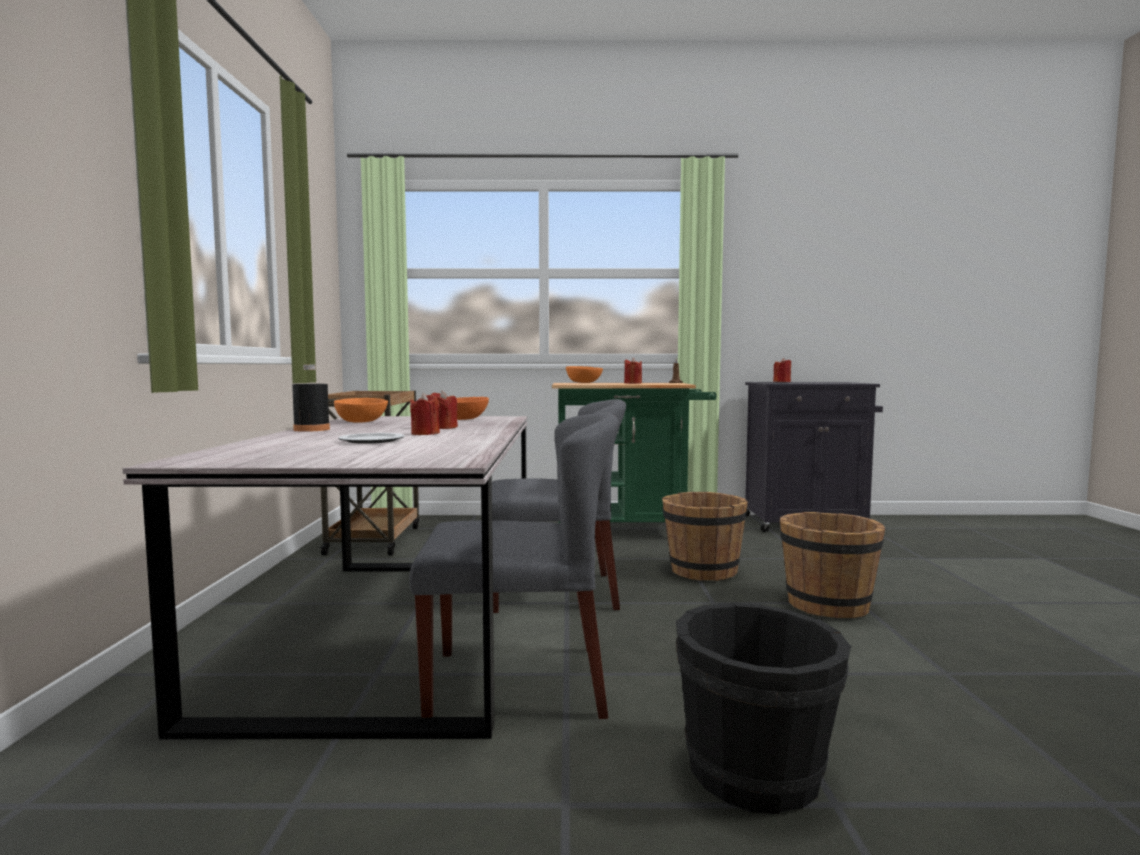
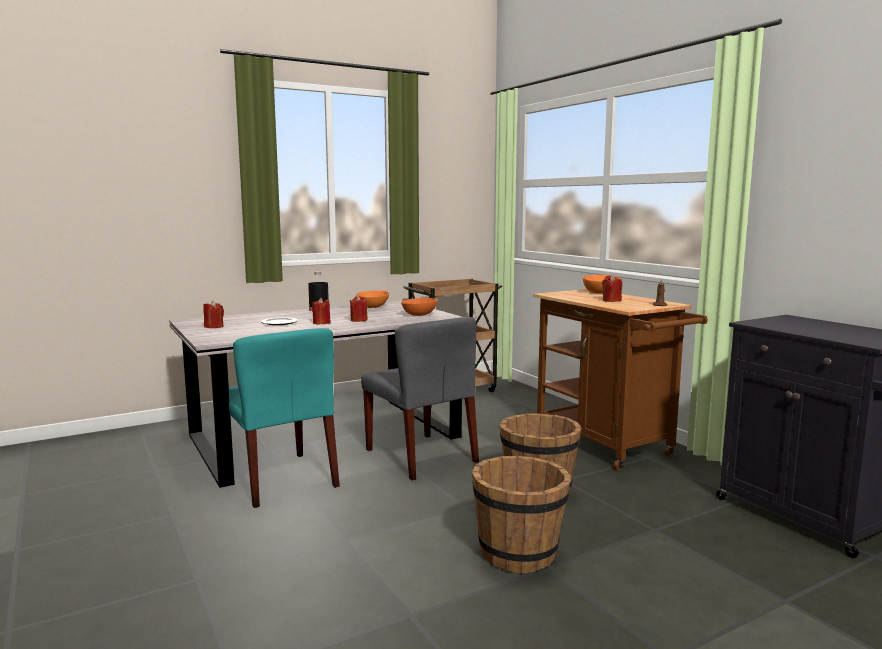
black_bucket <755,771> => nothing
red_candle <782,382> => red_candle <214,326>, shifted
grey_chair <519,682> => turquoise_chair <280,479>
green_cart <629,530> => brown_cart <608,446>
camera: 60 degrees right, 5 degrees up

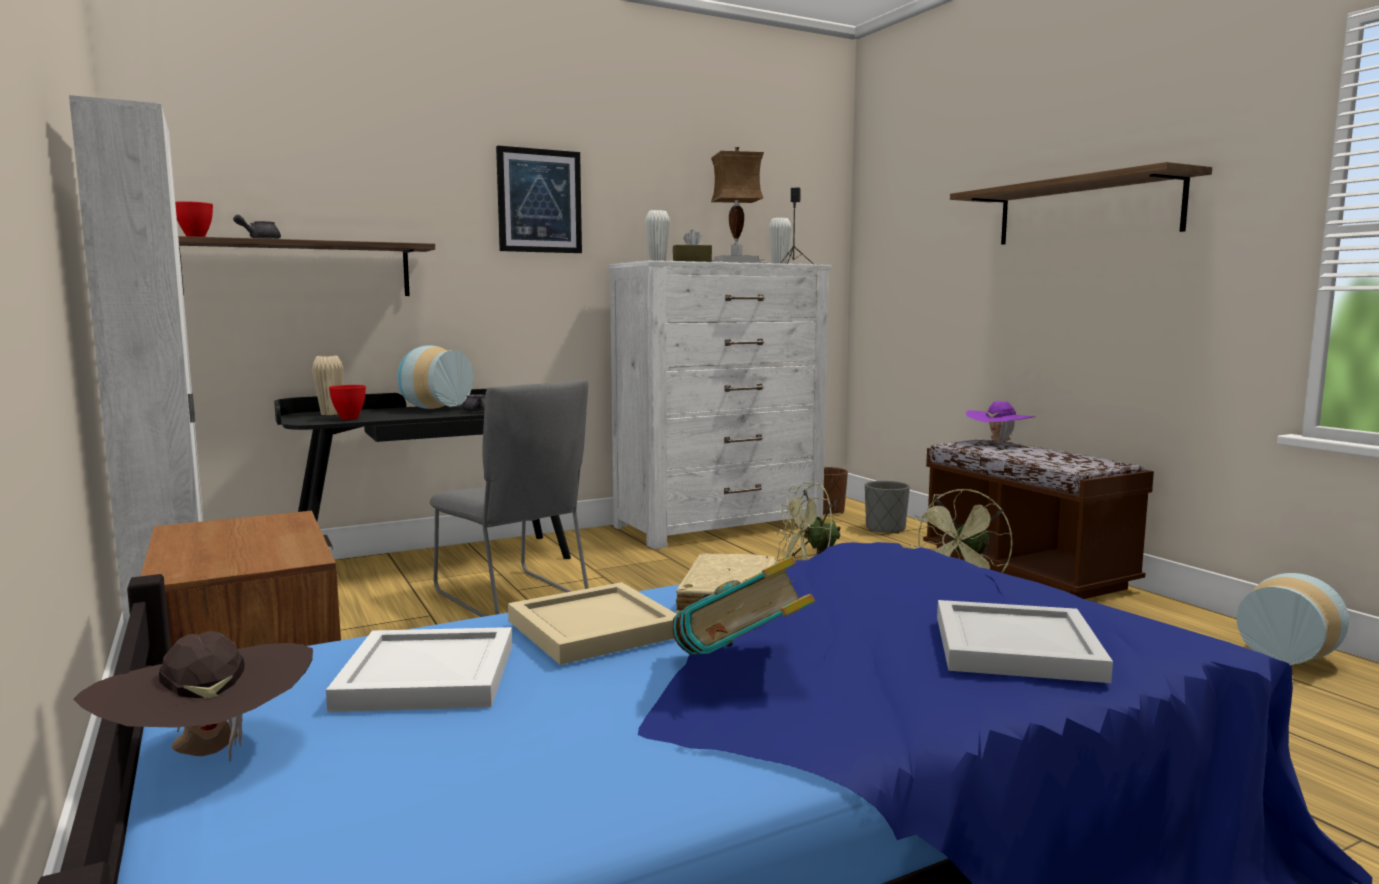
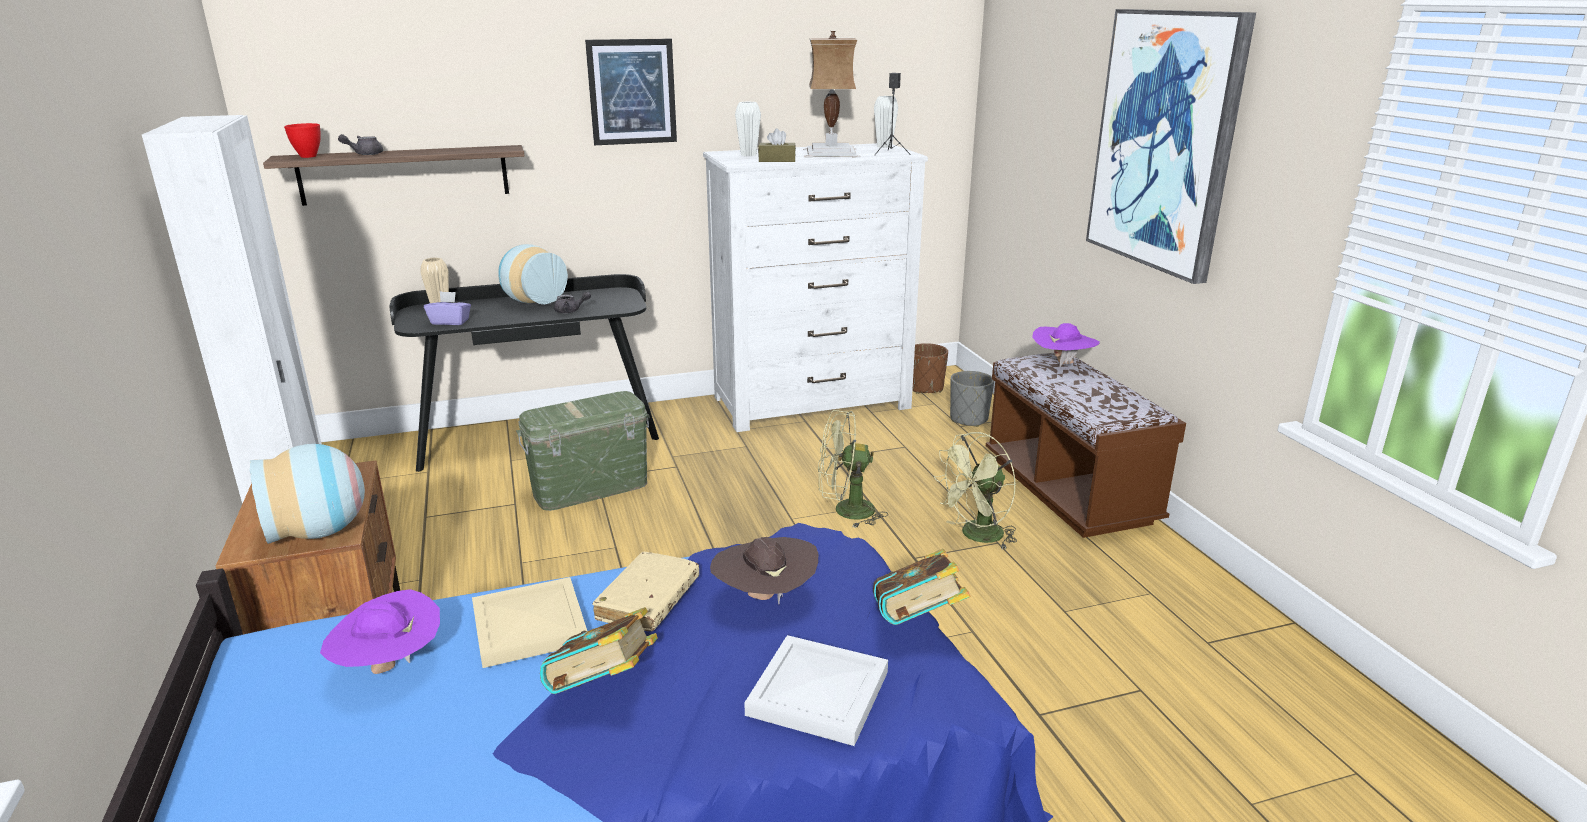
nothing => book <918,622>
brown_hat <209,754> => brown_hat <765,598>, shifted
vase <1290,657> => vase <320,532>, shifted
white_tray <425,675> => purple_hat <389,667>
red_bowl <348,419> => purple_tissue_box <450,322>
grey_chair <514,598> => green_storage_box <590,488>
shelf <1086,211> => picture <1165,141>
camera: 10 degrees right, 15 degrees up

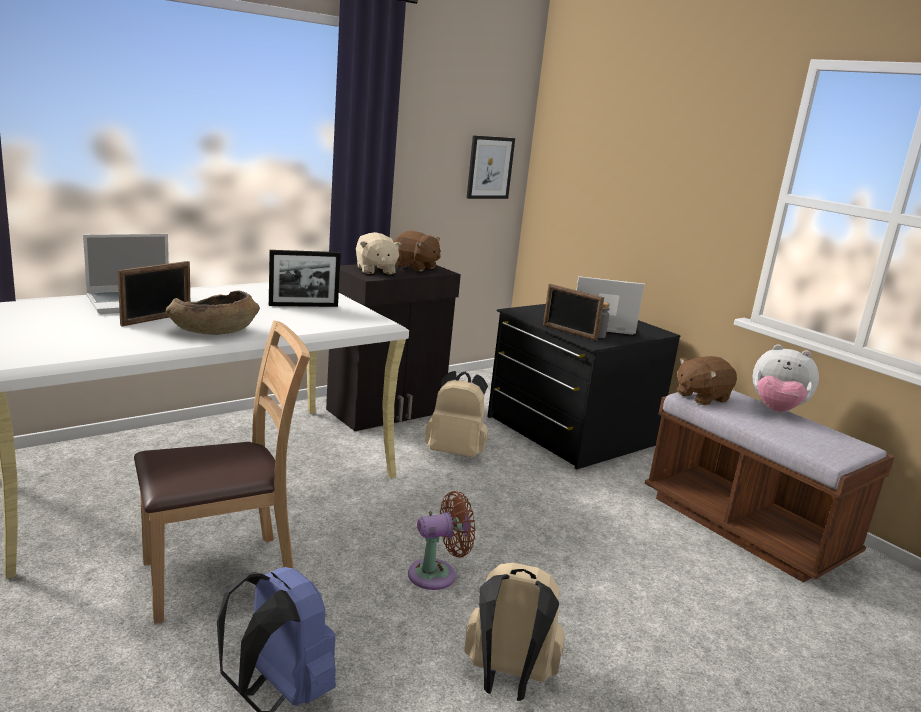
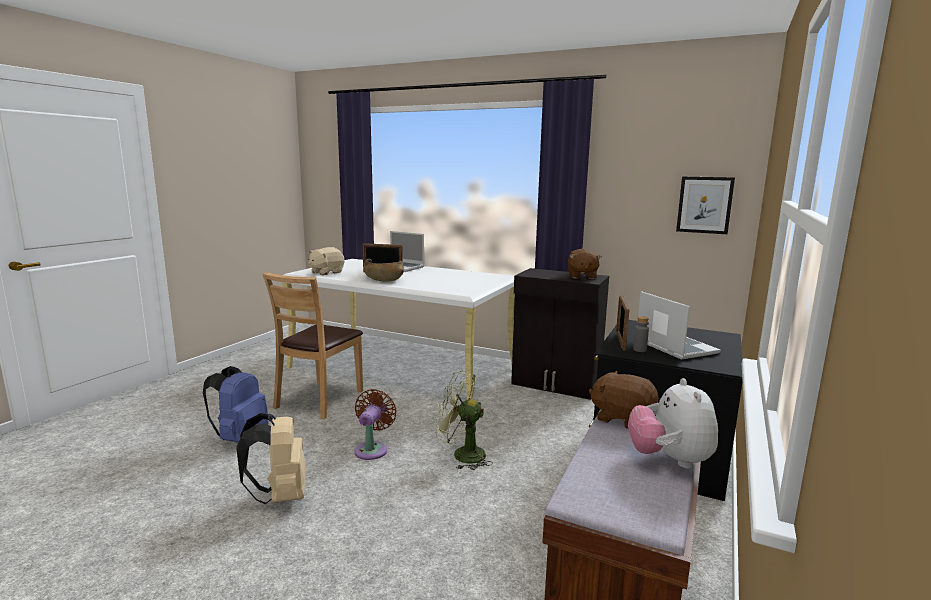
picture_frame <303,305> => nothing
beige_backpack <455,452> => nothing
nothing => green_fan <461,455>
beige_plush_toy <375,270> => beige_plush_toy <326,272>, shifted
brown_chair <221,577> => brown_chair <319,400>, 75 degrees clockwise
brown_fan <437,574> => brown_fan <372,449>, 120 degrees counterclockwise
camera: 65 degrees right, 5 degrees down

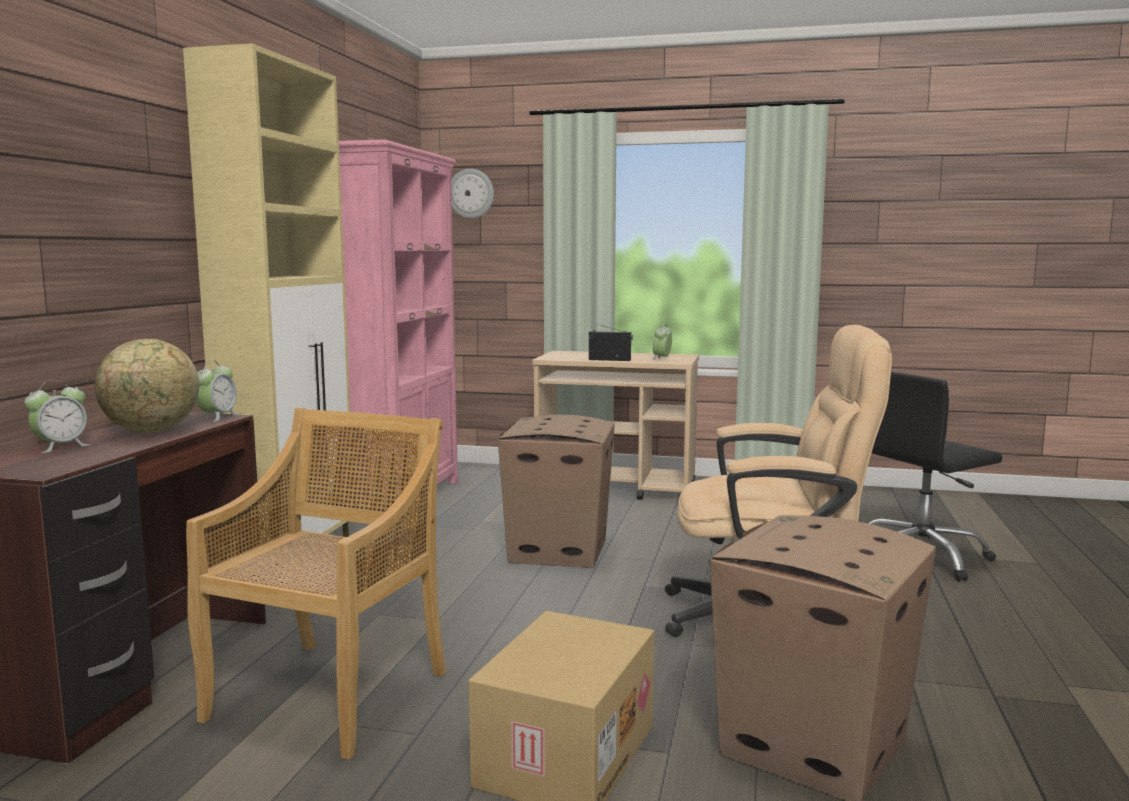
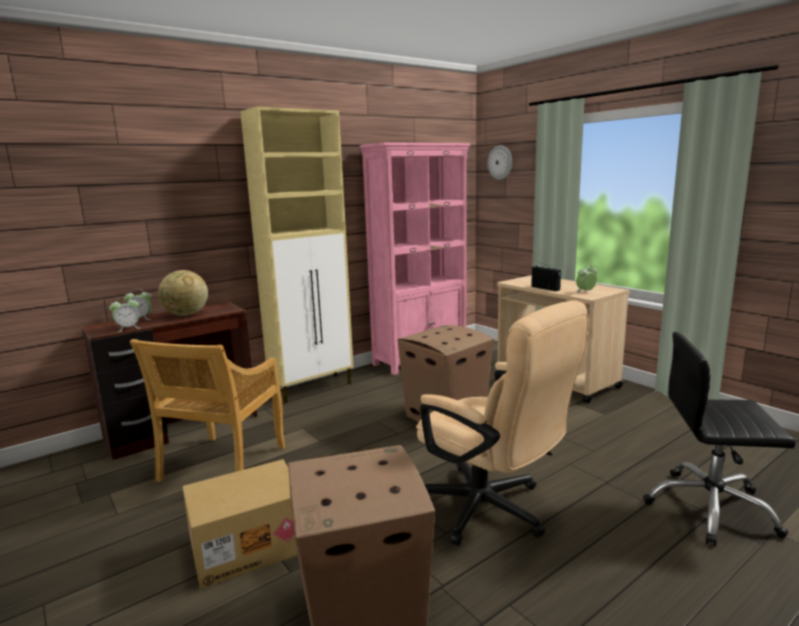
alarm_clock <217,417> => alarm_clock <128,328>, shifted
beige_chair <330,694> => beige_chair <222,465>, 135 degrees clockwise
camera: 40 degrees right, 5 degrees up

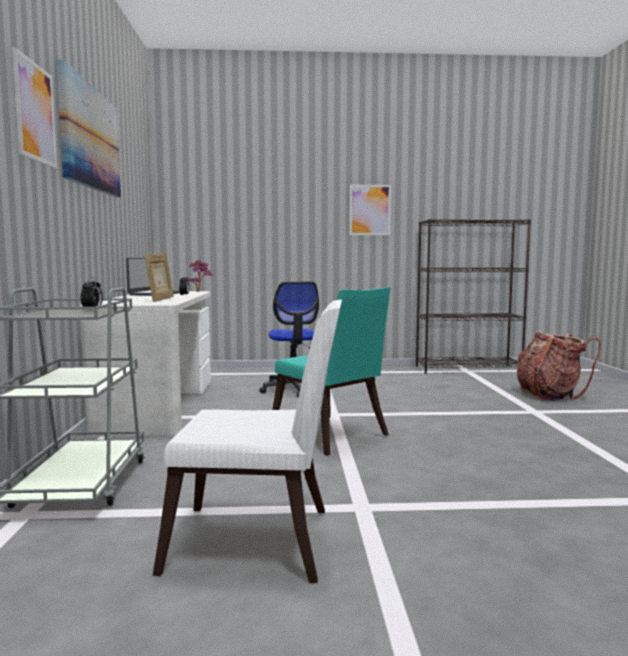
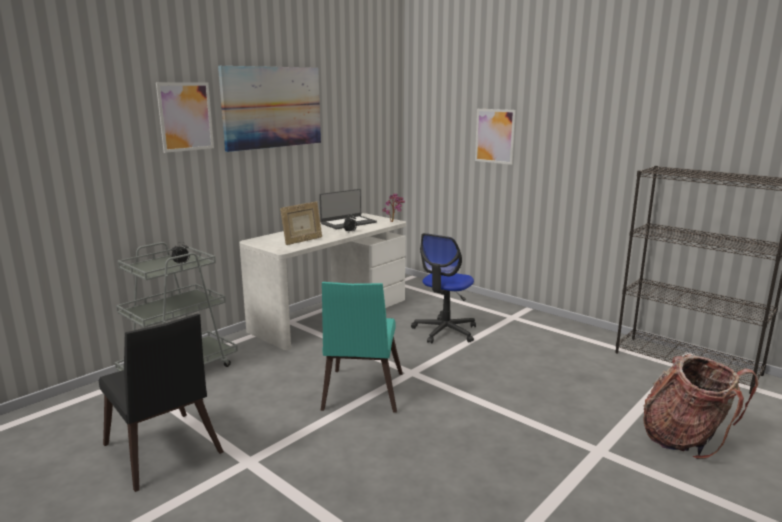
picture <370,210> => picture <495,136>, shifted
white_chair <260,543> => black_chair <164,454>
camera: 45 degrees right, 10 degrees up

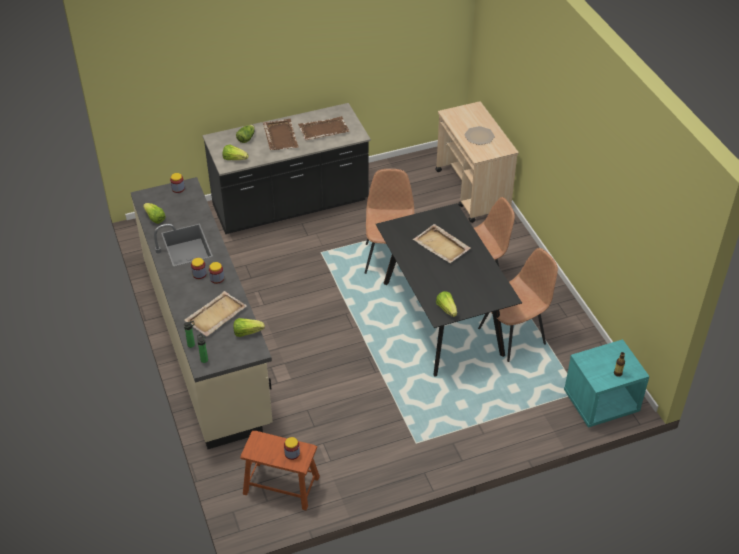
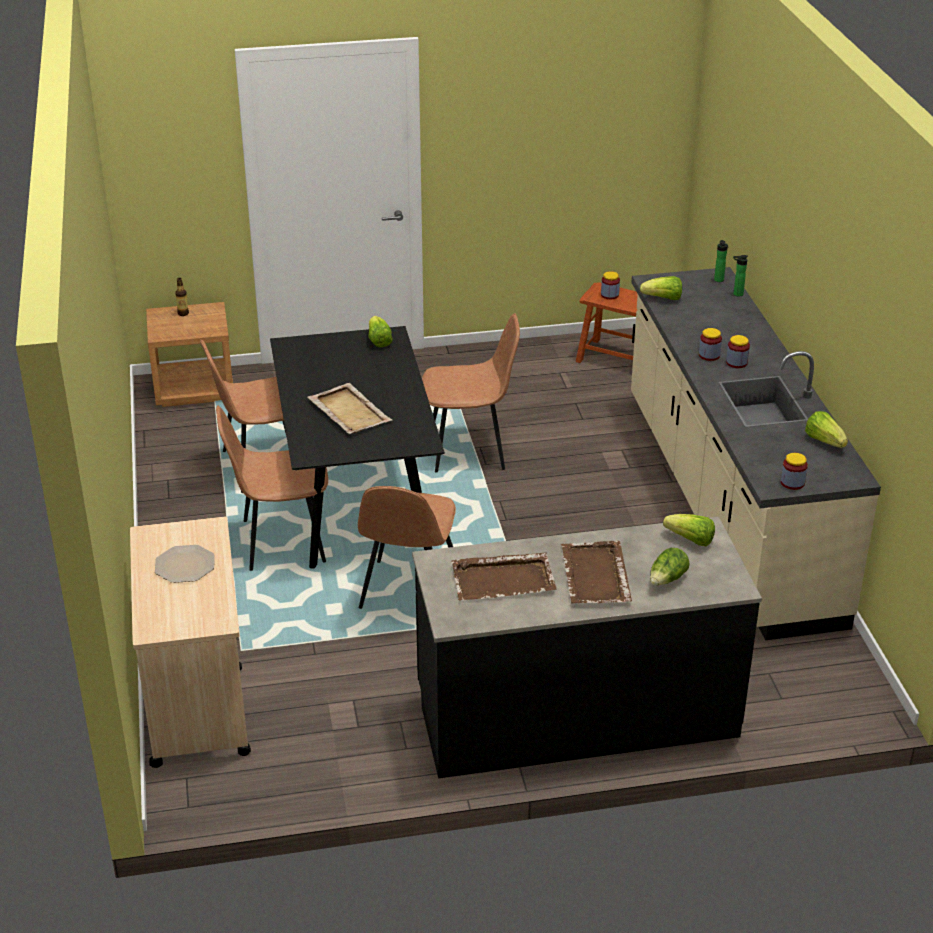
beige_tray <215,315> => nothing
nothing => brown_chair <469,449>
turquoise_nightstand <600,403> => brown_nightstand <194,388>
camera: 170 degrees left, 10 degrees down

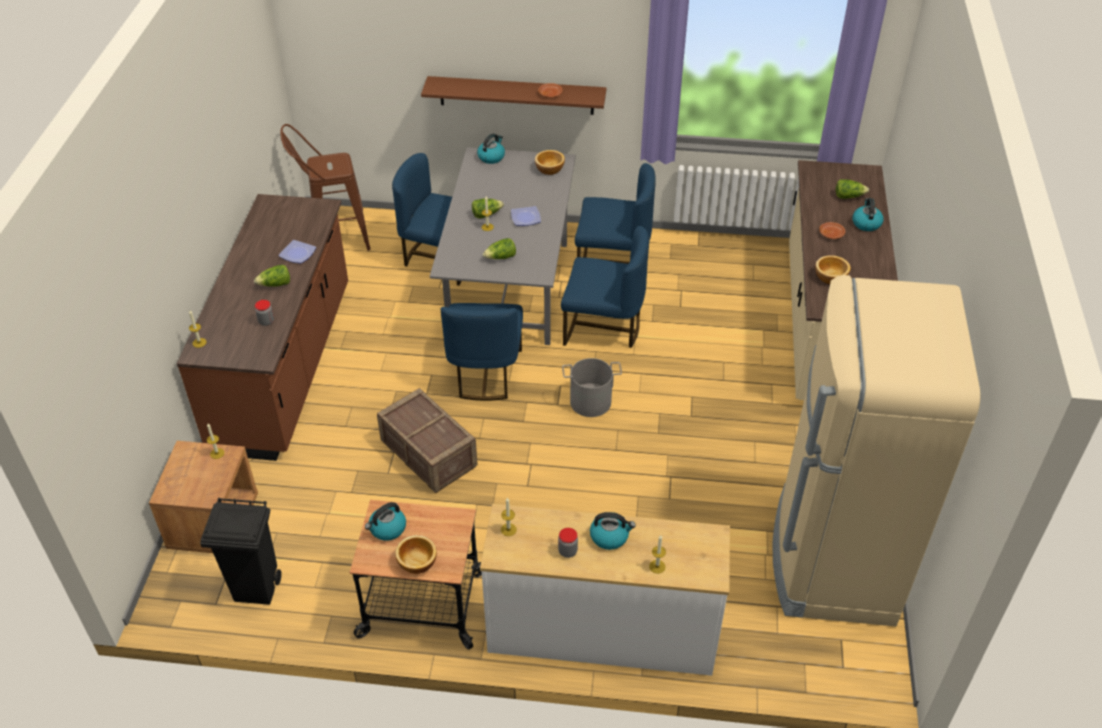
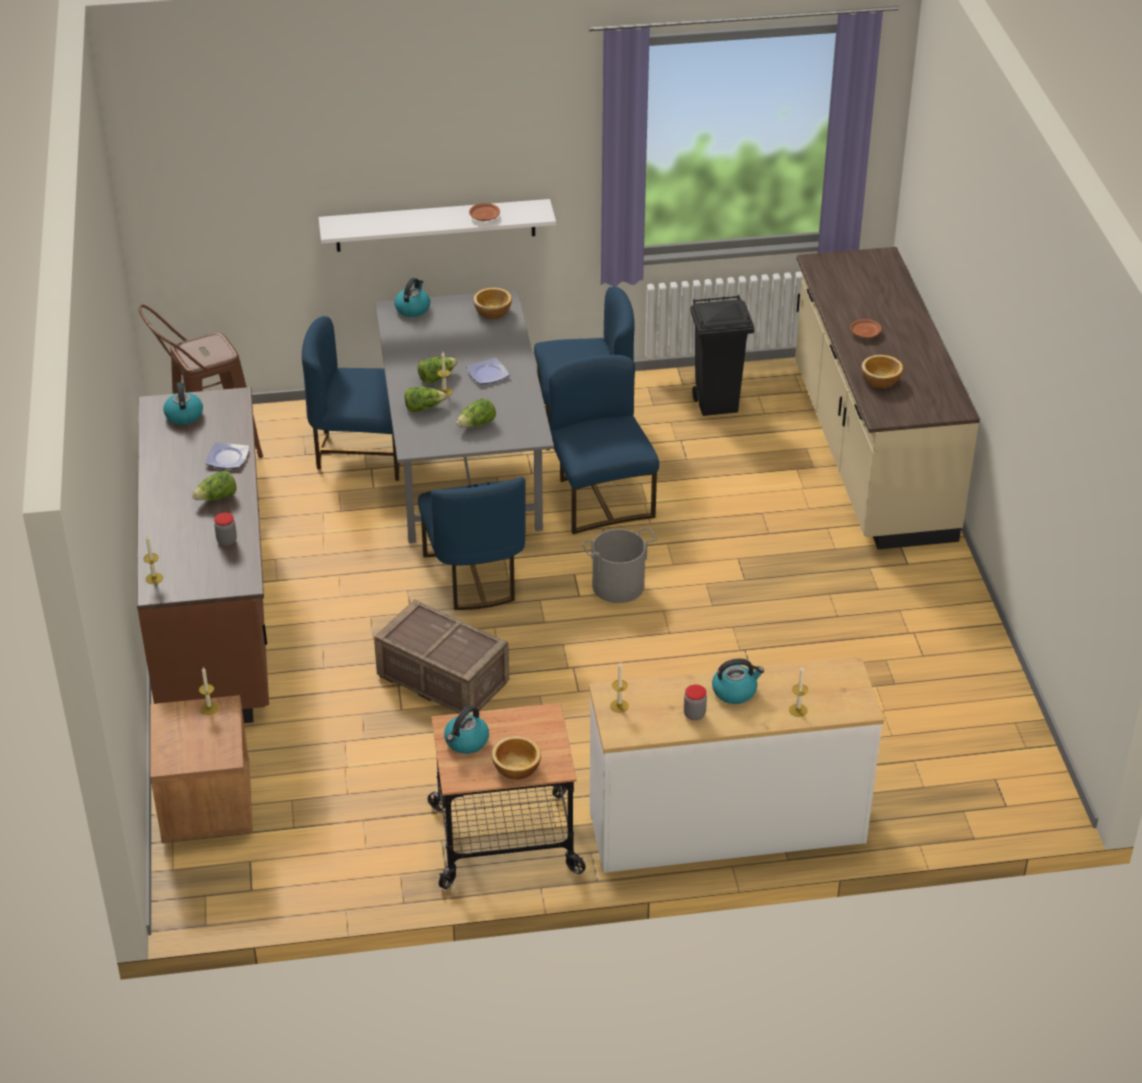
beige_fridge <832,561> => nothing
black_trash_can <257,589> => black_trash_can <717,404>, shifted
lettuce <848,196> => lettuce <423,407>, shifted
kettle <866,223> => kettle <183,415>, shifted
brown_shelf <516,95> => white_shelf <435,225>
blue_chair <603,328> => blue_chair <600,499>, 105 degrees counterclockwise
camera: 15 degrees left, 5 degrees down

